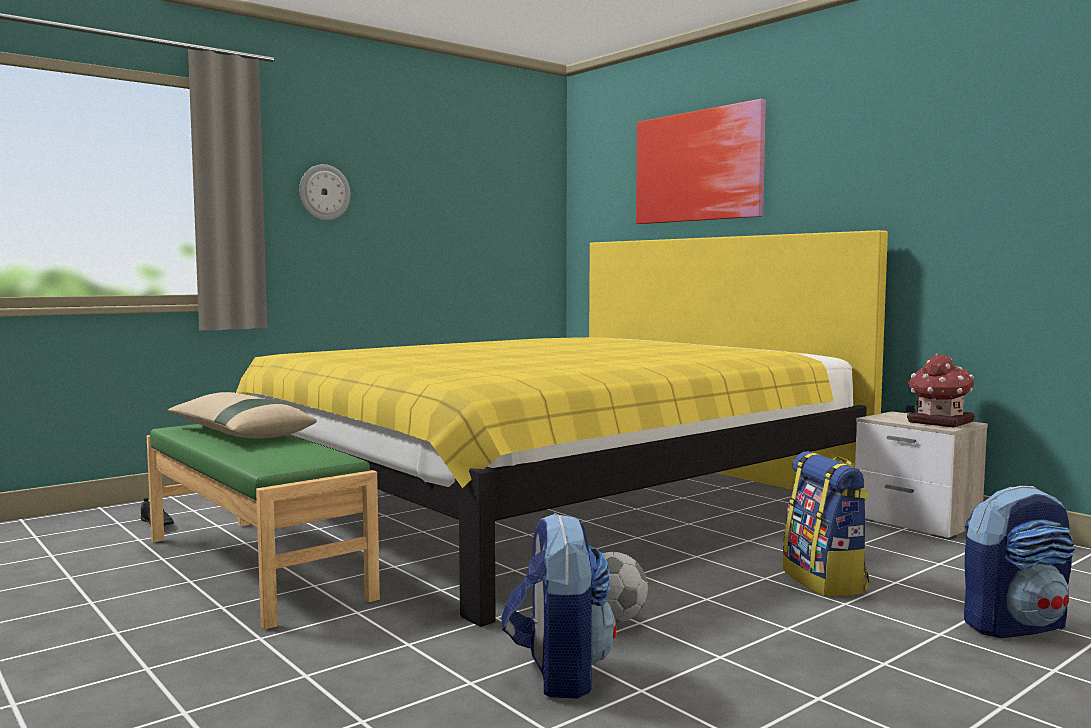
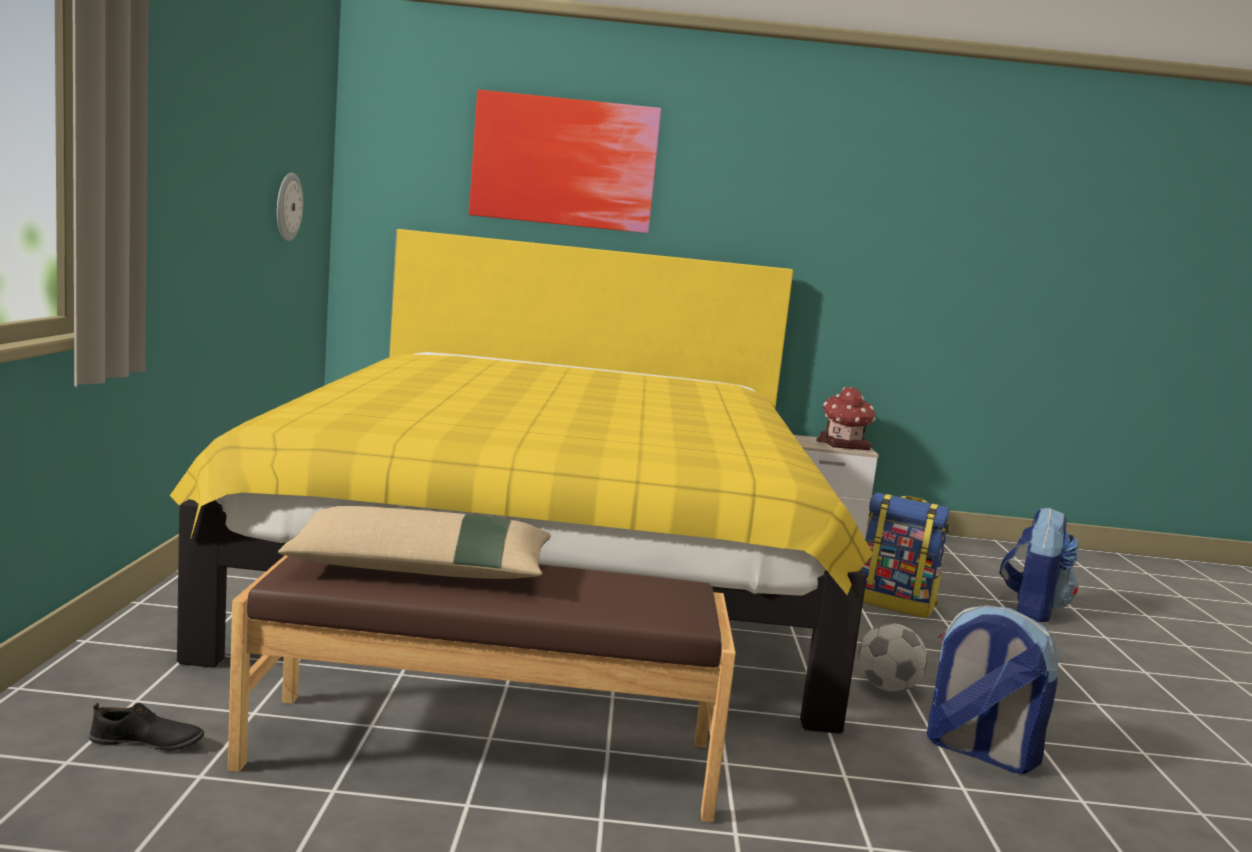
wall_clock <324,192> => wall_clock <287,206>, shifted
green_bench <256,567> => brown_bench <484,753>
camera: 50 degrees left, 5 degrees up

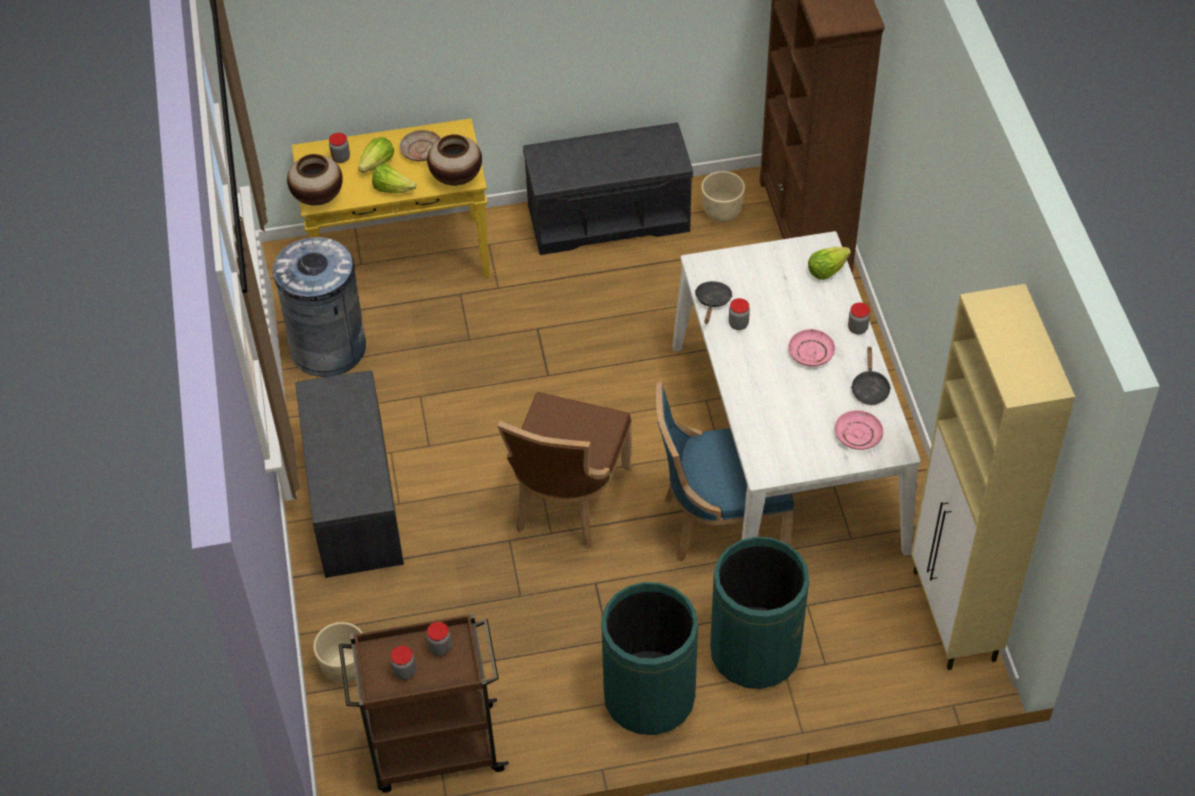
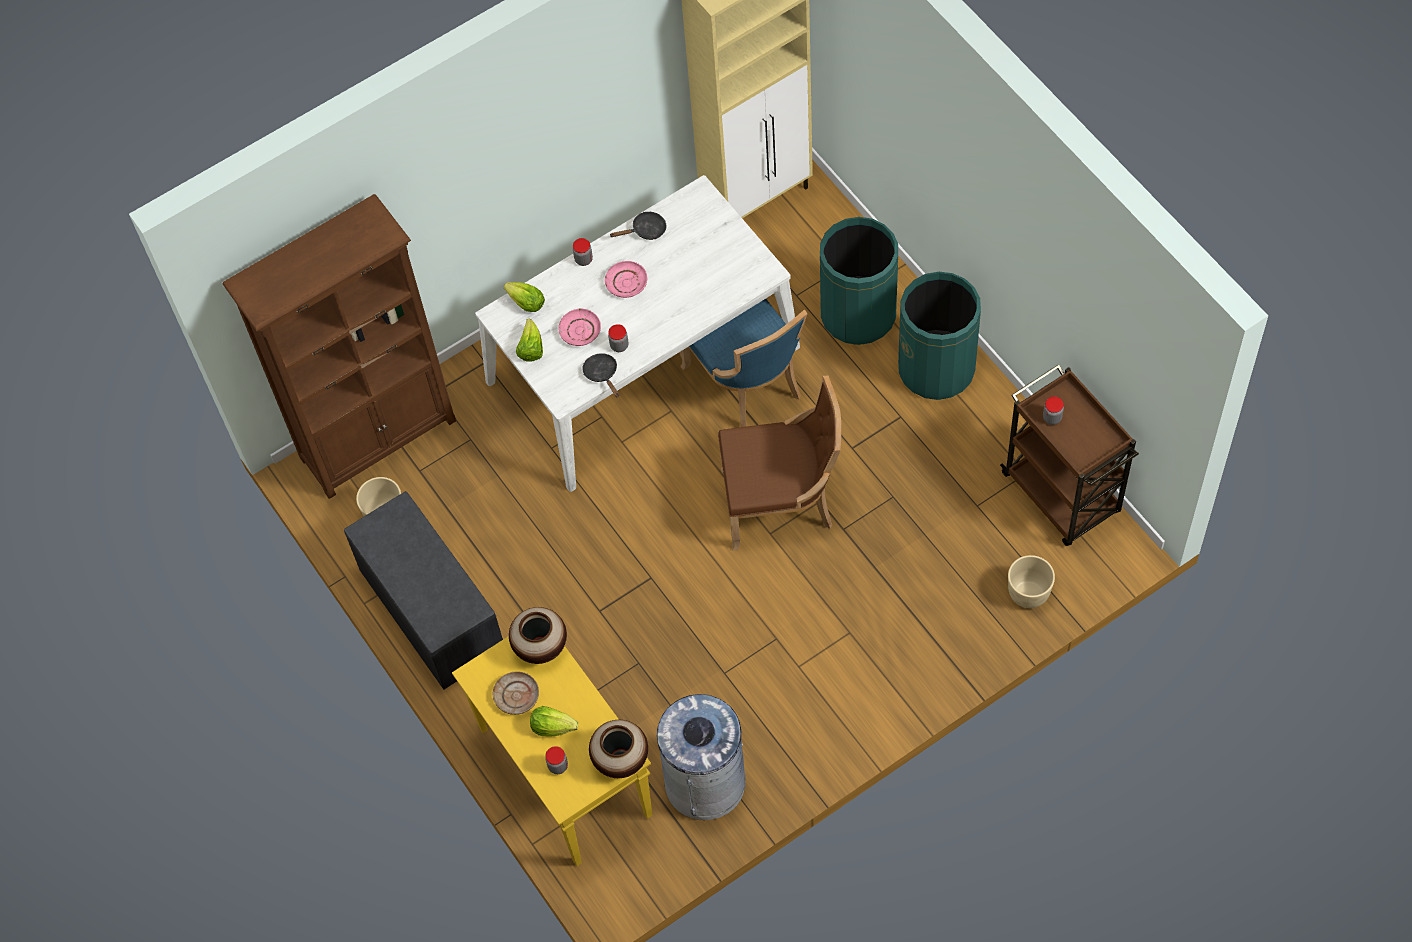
grey_bench <352,500> => nothing
jar <404,672> => nothing
lettuce <392,189> => lettuce <531,348>, shifted
pink_plate <858,434> => pink_plate <580,331>, shifted
black_frying_pan <712,301> => black_frying_pan <602,374>, 75 degrees clockwise
camera: 110 degrees left, 10 degrees up

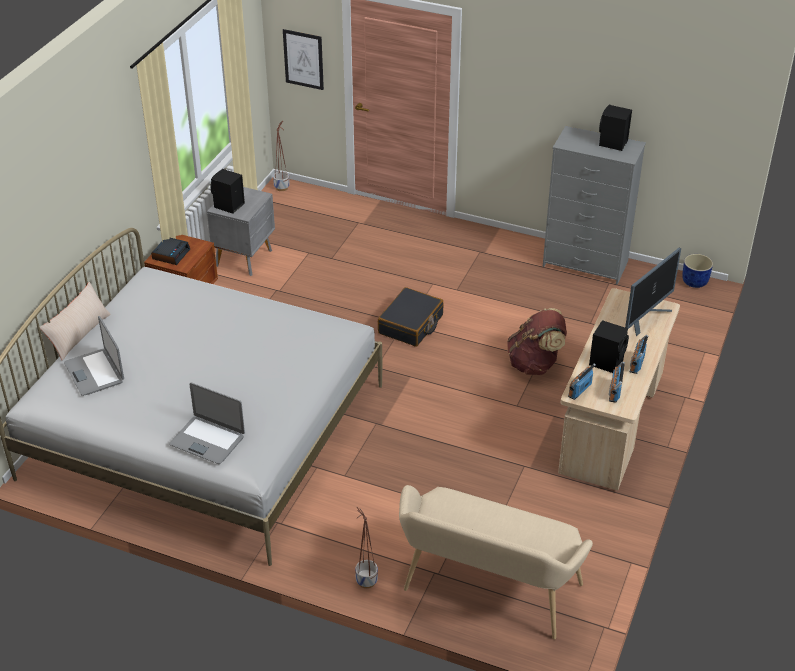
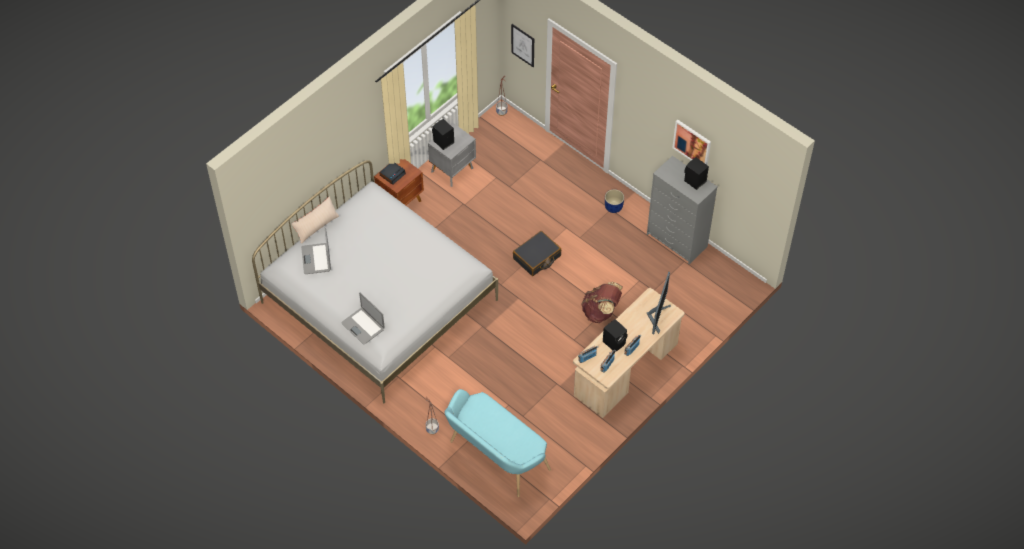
nothing => picture <692,144>
blue_planter <695,282> => blue_planter <614,207>, shifted
beige_bench <487,592> => turquoise_bench <495,457>
monitor <645,317> => monitor <657,316>, 45 degrees counterclockwise
camera: 20 degrees right, 15 degrees up

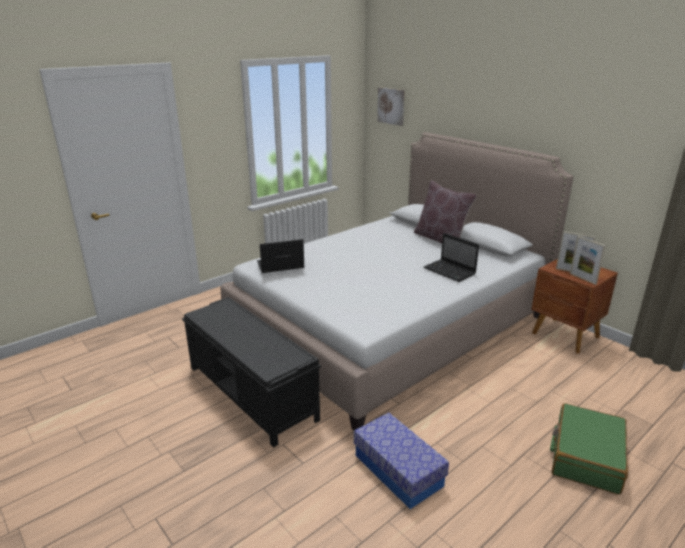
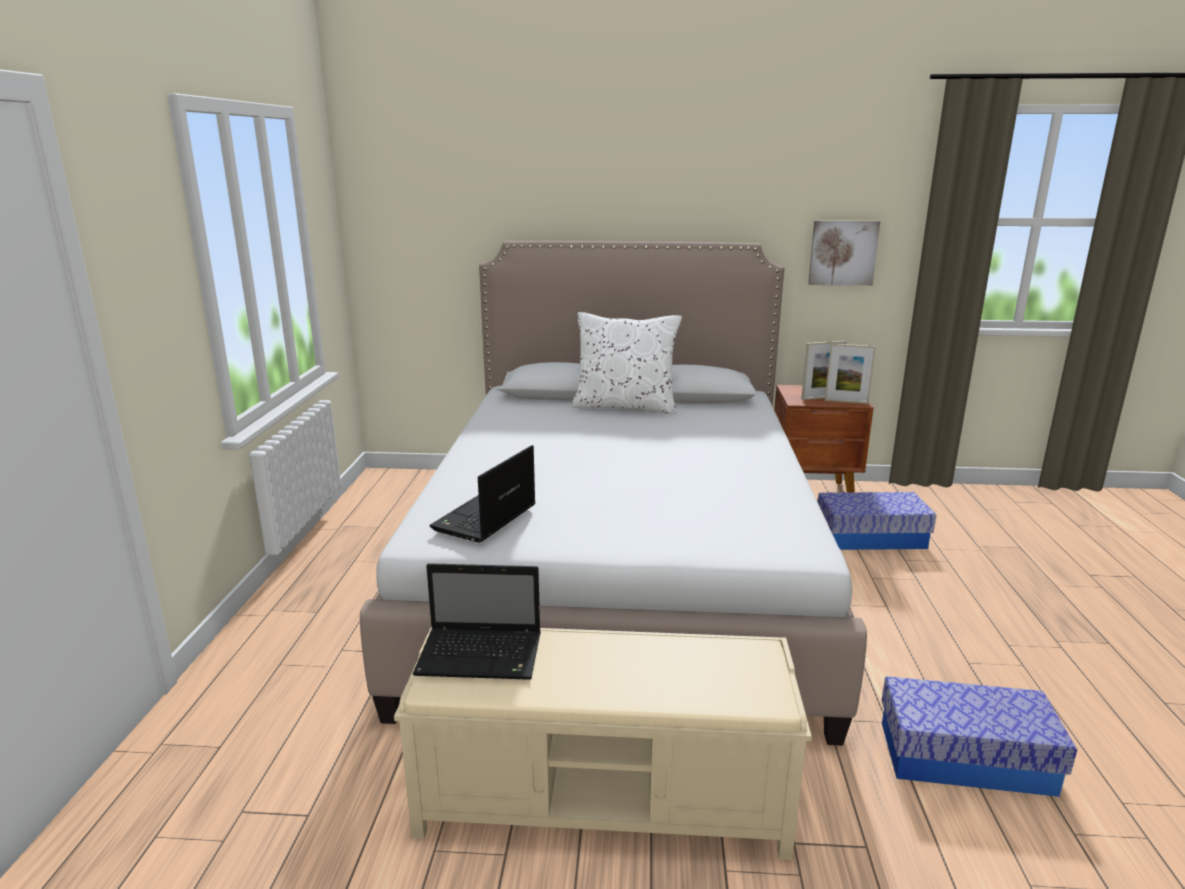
green_suitcase <586,456> => nothing
nothing => storage_box <871,537>
picture <391,106> => picture <843,252>, shifted
laptop <450,271> => laptop <482,656>, shifted
black_bench <252,393> => beige_bench <605,799>
brown_pillow <441,240> => white_pillow <625,406>
camera: 45 degrees left, 5 degrees down

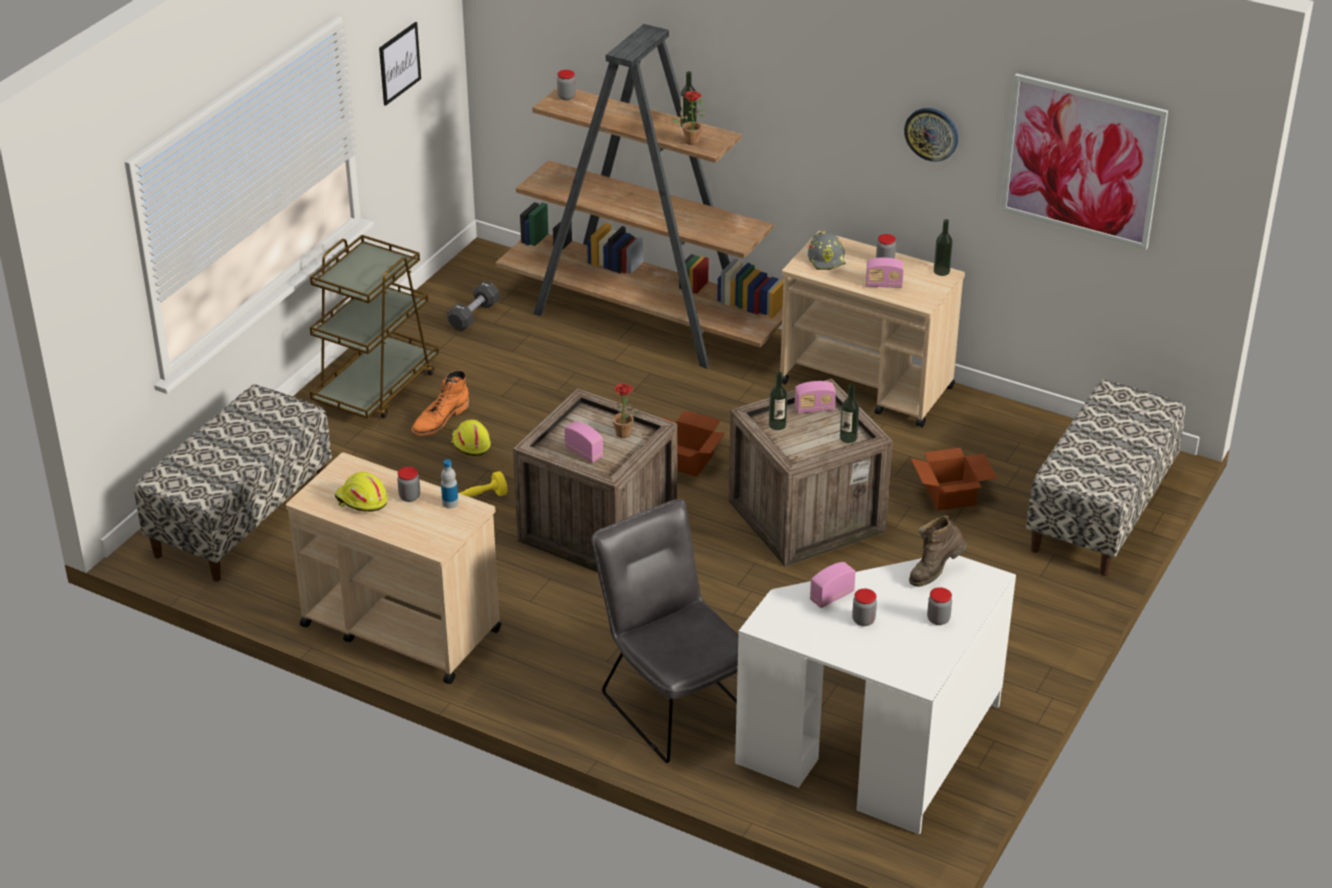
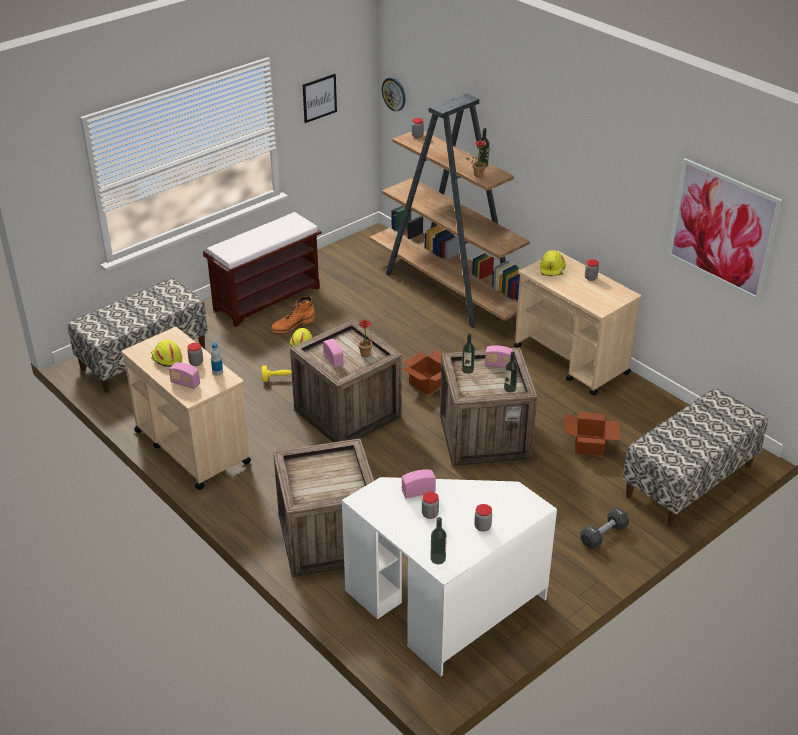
brown_boot <935,572> => nothing
black_dumbbell <474,315> => black_dumbbell <603,535>, shifted
radio <884,284> => radio <185,383>, shifted
wall_clock <932,133> => wall_clock <394,94>, shifted
bottle <941,271> => bottle <438,559>, shifted
brown_cart <377,387> => brown_bench <267,298>
grey_chair <672,701> => crate <329,537>
grey_hard_hat <827,259> => yellow_hard_hat <552,269>
camera: 20 degrees right, 0 degrees up

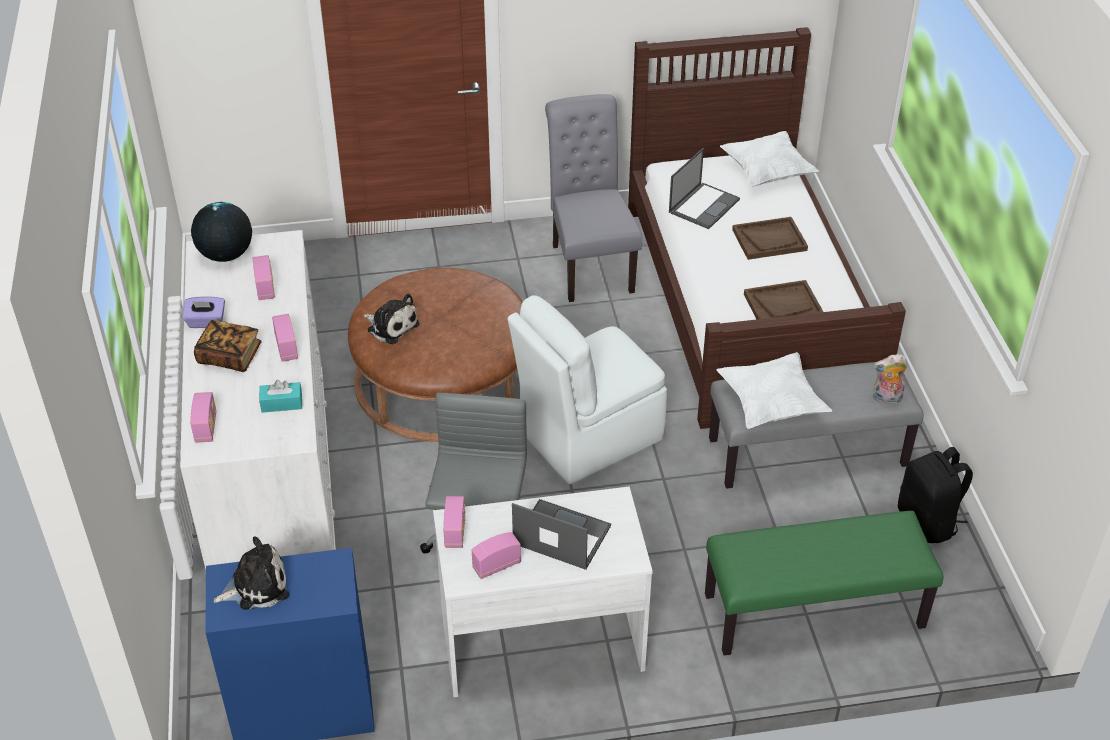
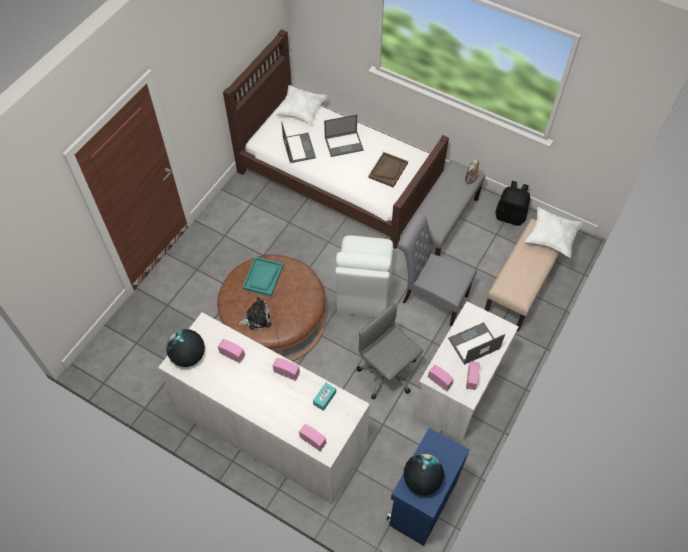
purple_tissue_box <206,322> => nothing
book <230,356> => nothing
nothing => turquoise_tray <263,277>
grey_chair <589,264> => grey_chair <431,297>, shifted
white_pillow <771,405> => white_pillow <551,238>, shifted
plush_toy <256,586> => globe <421,480>
brown_tray <769,240> => laptop <344,143>
green_bench <813,612> => beige_bench <521,286>
camera: 50 degrees left, 15 degrees up

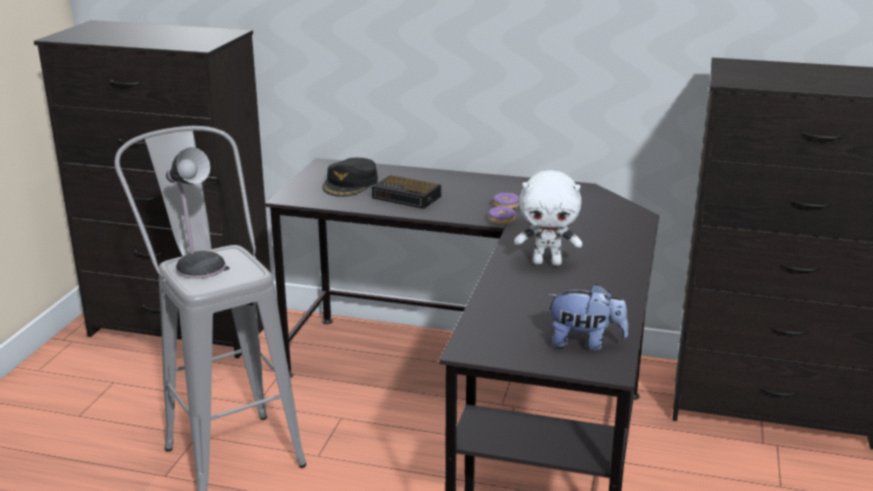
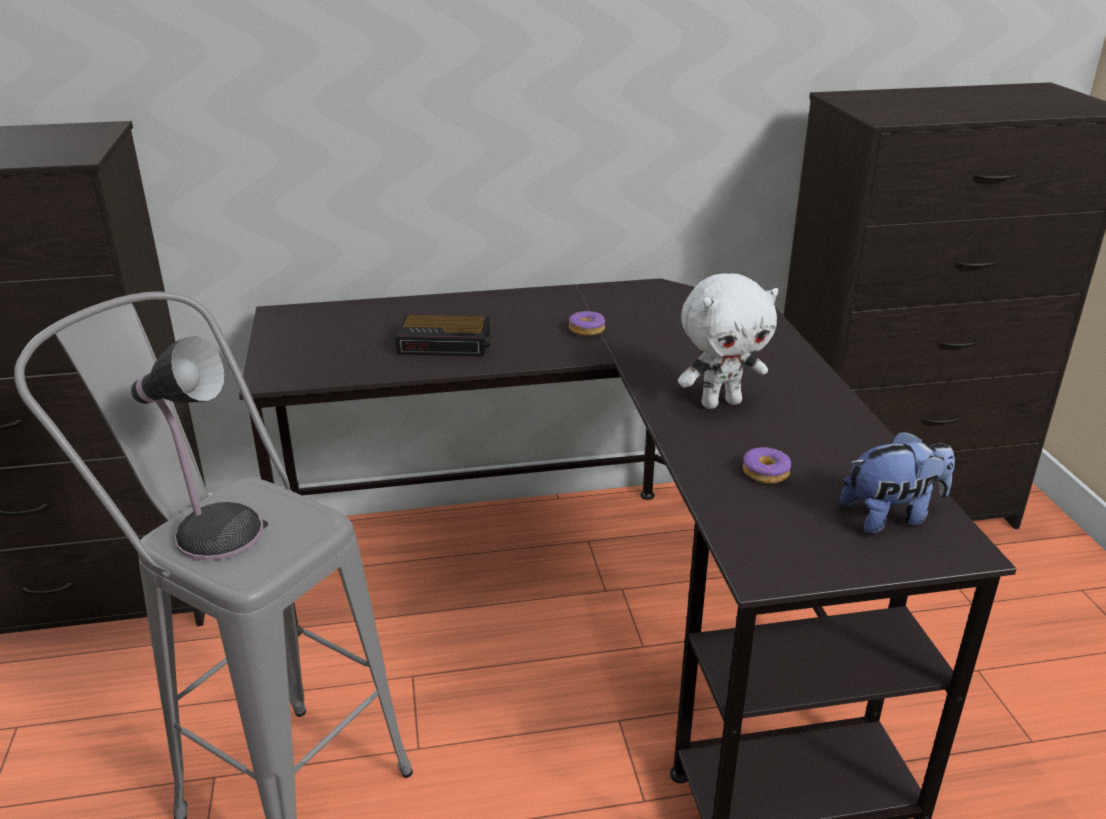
black_cap <351,184> => nothing
donut <502,220> => donut <766,473>, shifted
camera: 25 degrees left, 5 degrees up

